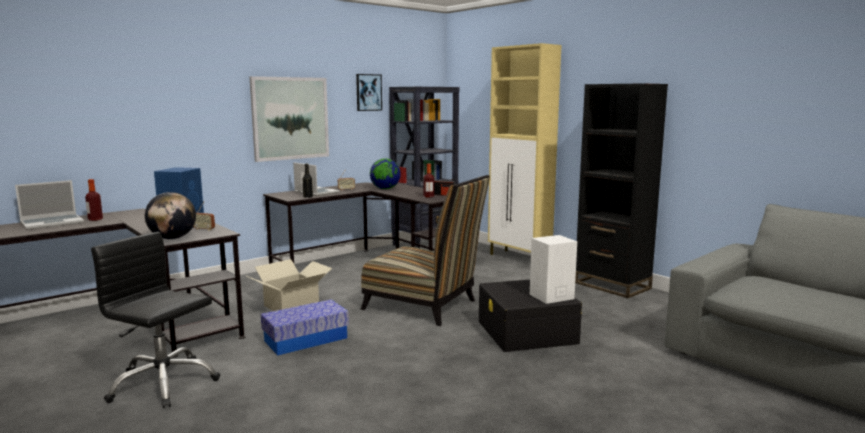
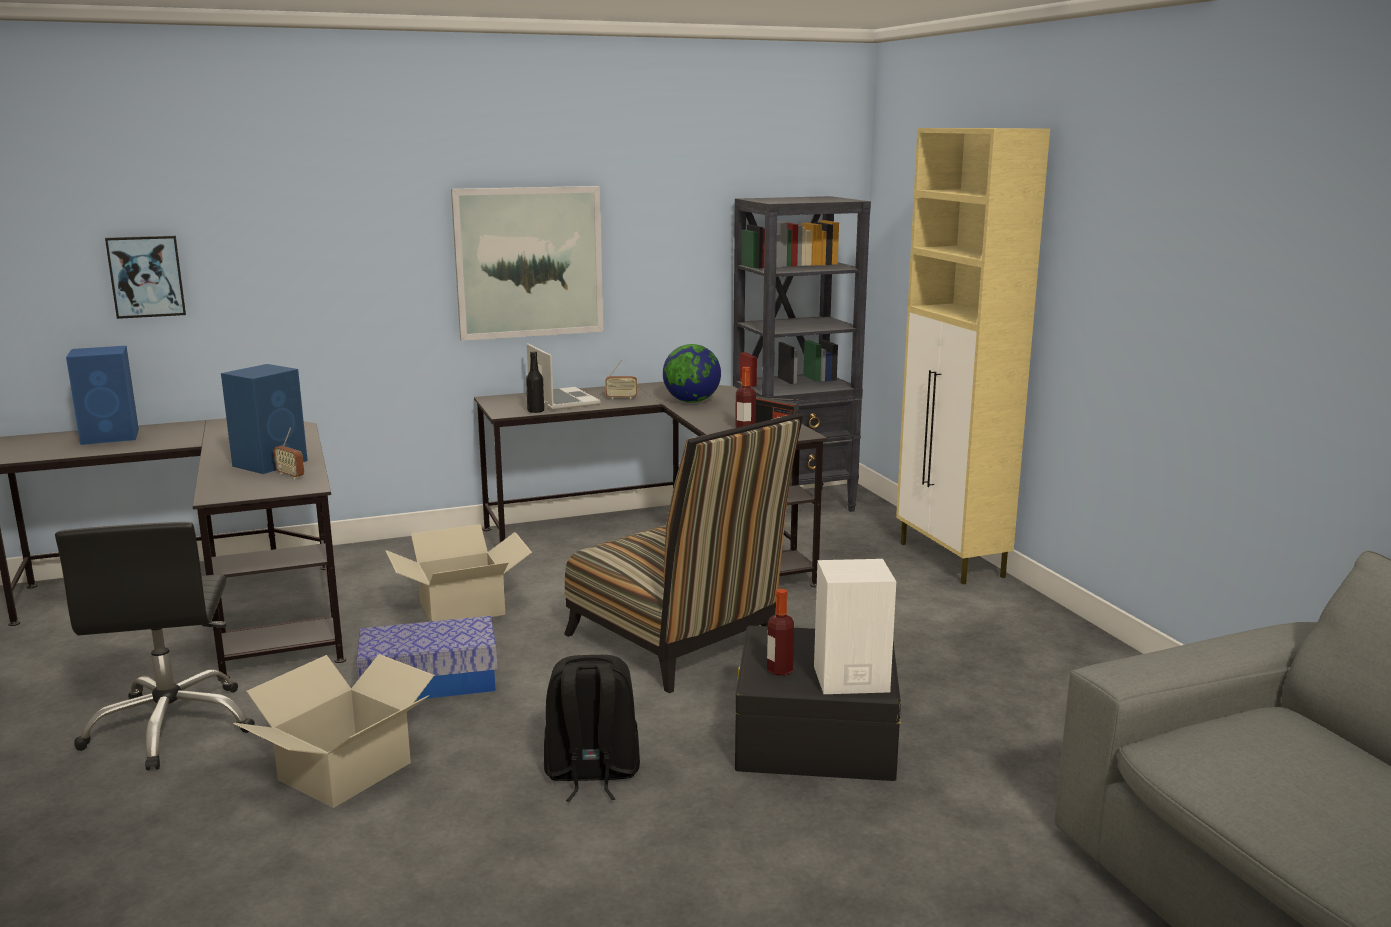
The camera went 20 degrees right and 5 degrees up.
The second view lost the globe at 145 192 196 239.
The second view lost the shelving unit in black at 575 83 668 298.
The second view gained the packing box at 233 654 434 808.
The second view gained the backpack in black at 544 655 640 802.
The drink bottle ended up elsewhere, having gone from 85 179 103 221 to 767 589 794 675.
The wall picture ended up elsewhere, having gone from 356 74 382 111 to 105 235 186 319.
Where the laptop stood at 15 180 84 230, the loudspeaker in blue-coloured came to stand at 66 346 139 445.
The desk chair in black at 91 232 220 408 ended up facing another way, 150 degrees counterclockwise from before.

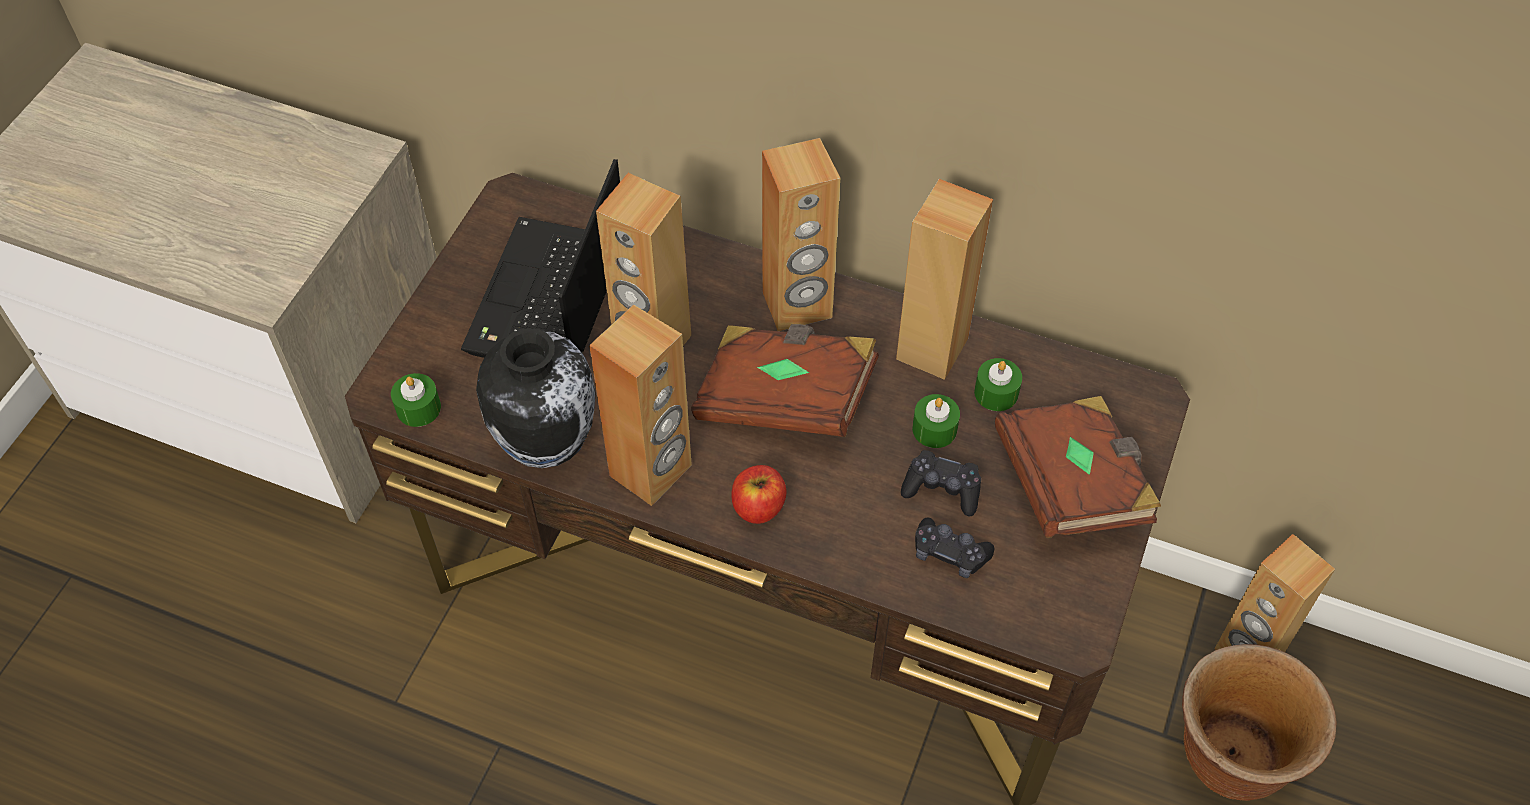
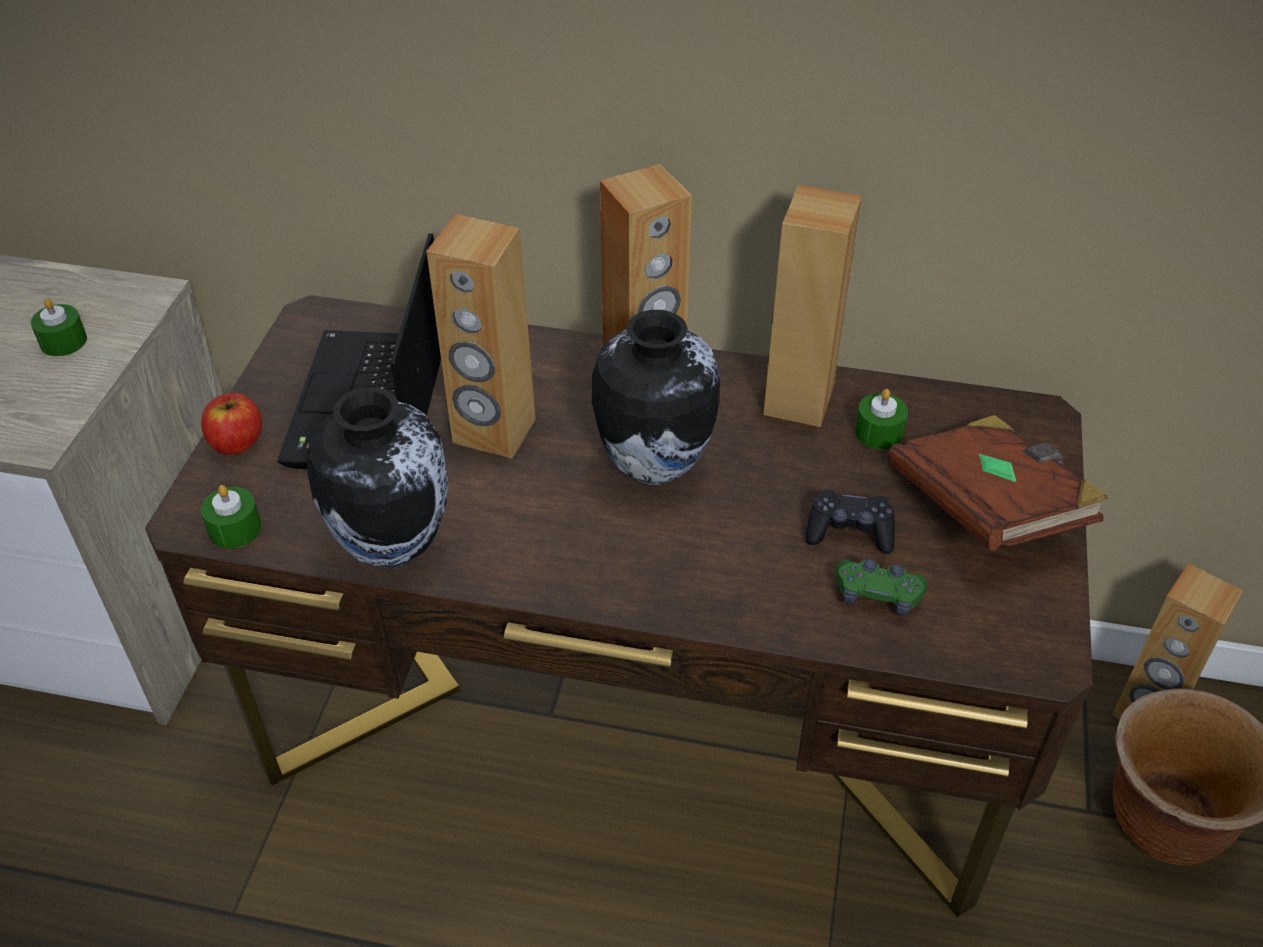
The camera went 10 degrees left and 10 degrees down.
The second view lost the loudspeaker in brown at 589 304 692 506.
The apple ended up elsewhere, having gone from 732 465 787 524 to 201 393 262 455.
The wax light in green ended up elsewhere, having gone from 912 394 960 448 to 31 298 87 356.
Where the volume in brown stood at 691 324 879 437, the vase came to stand at 592 310 720 485.
What was the joypad in black at 915 518 995 578 turned into the joypad in green at 835 559 927 616.

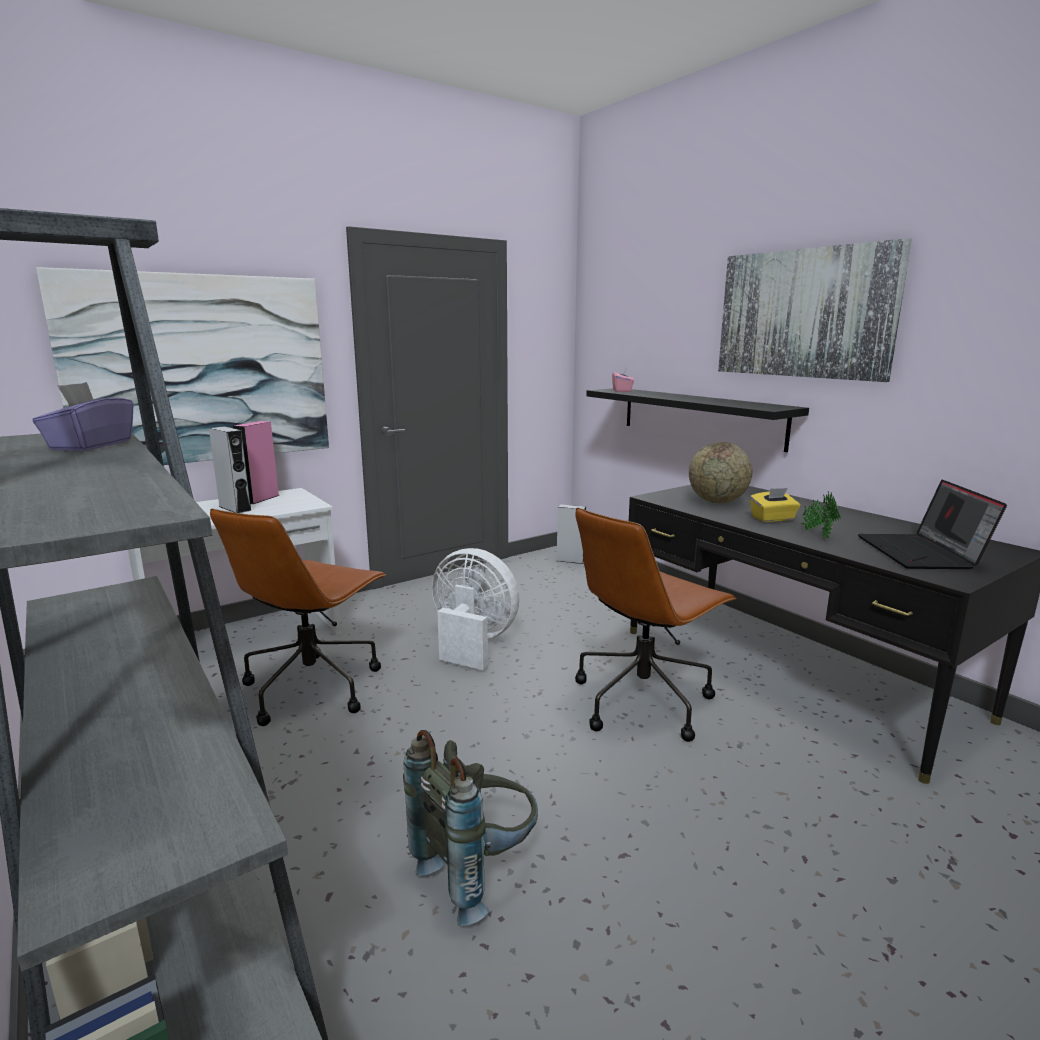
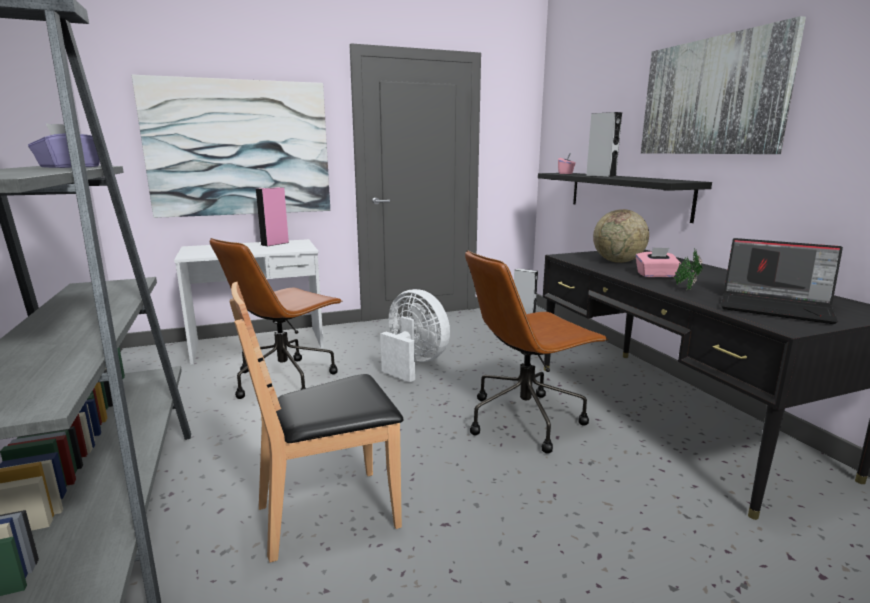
The camera went 15 degrees right and 0 degrees up.
The loudspeaker in greyish ended up elsewhere, having gone from 209 426 252 513 to 586 112 622 177.
Where the backpack in greyish stood at 403 730 538 926, the chair in brown came to stand at 230 282 403 563.
What was the box of tissues in yellow-coloured at 750 488 800 522 turned into the box of tissues in pink-coloured at 636 247 681 277.
The laptop at 858 480 1007 569 ended up facing another way, 75 degrees counterclockwise from before.

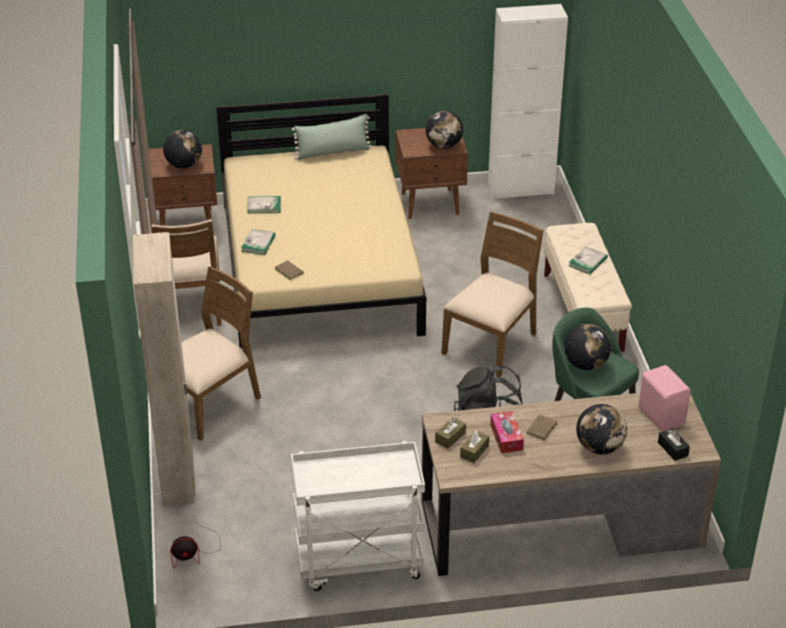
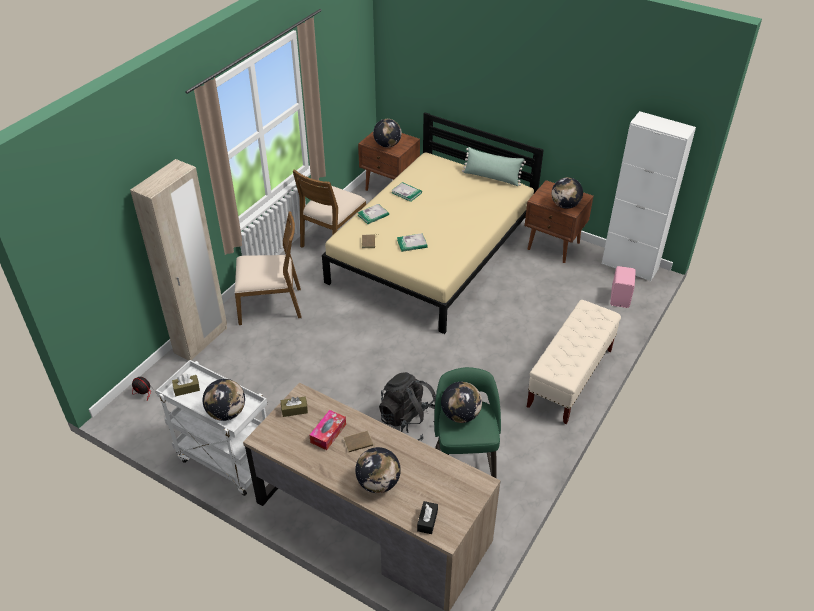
The camera went 40 degrees right and 5 degrees up.
The second view lost the chair in brown at 441 211 543 377.
The second view gained the globe at 203 379 245 421.
The box of tissues in brown ended up elsewhere, having gone from 460 430 489 463 to 172 374 200 396.
The volume ended up elsewhere, having gone from 568 247 608 274 to 397 233 428 252.
The loudspeaker in pink-coloured ended up elsewhere, having gone from 638 365 691 432 to 610 266 636 308.

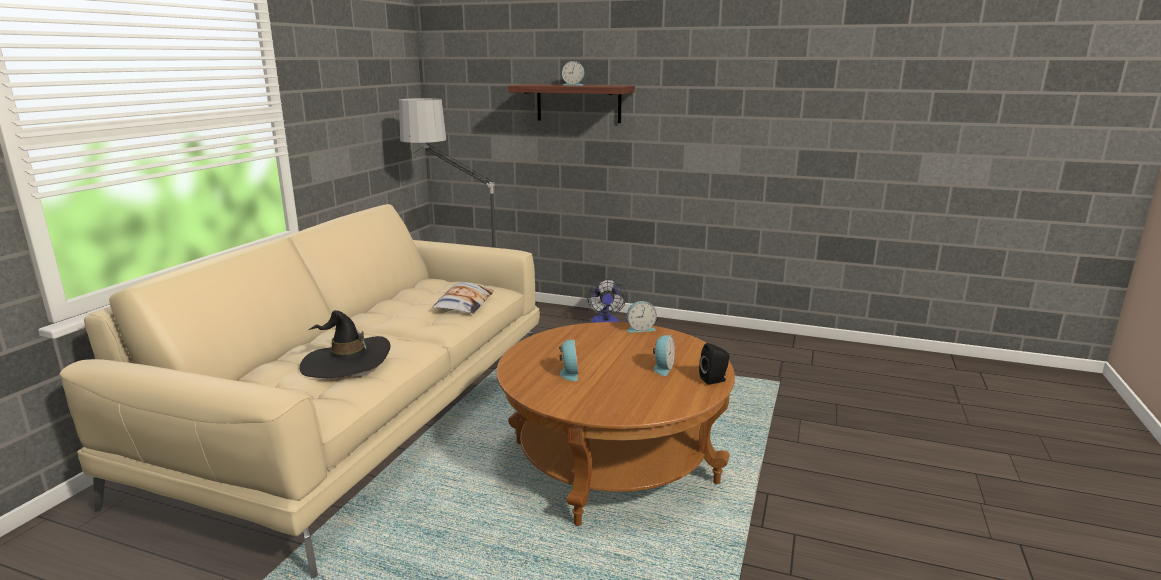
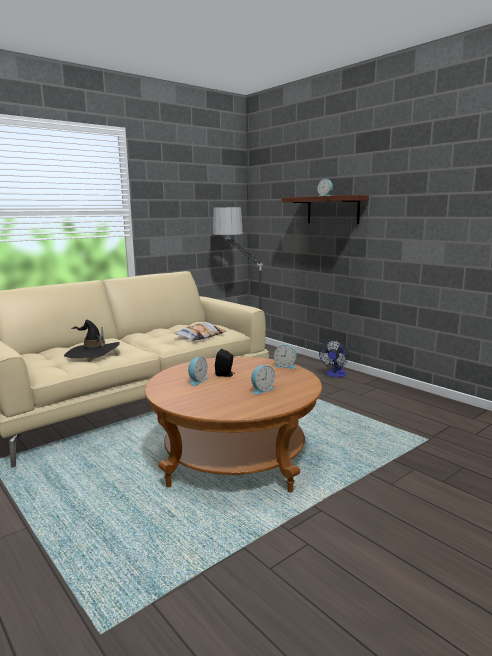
The camera went 30 degrees right and 5 degrees down.
The loudspeaker in black ended up elsewhere, having gone from 699 343 730 385 to 215 349 235 377.

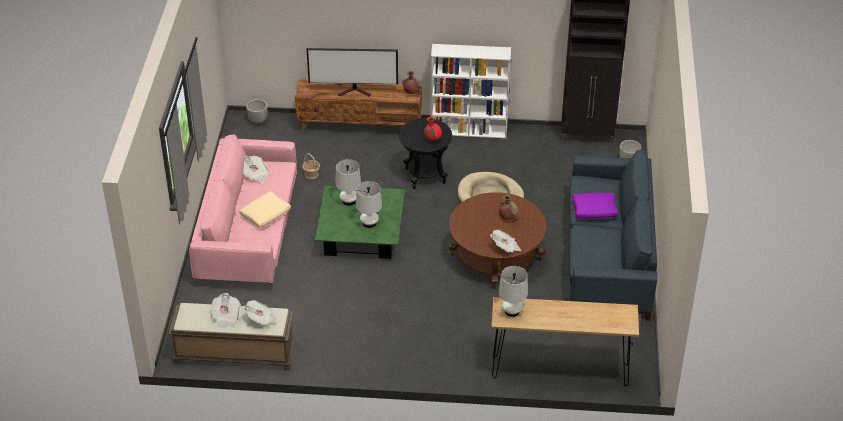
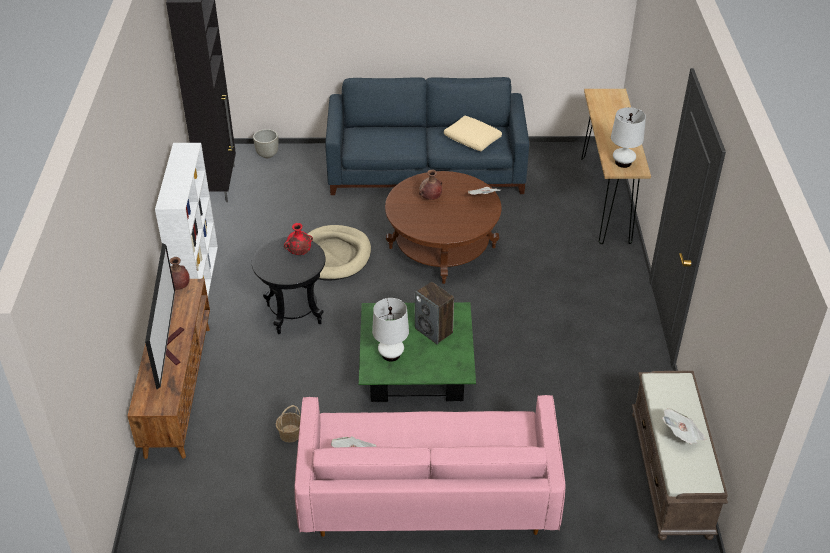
The camera went 95 degrees left and 0 degrees up.
The second view lost the daily paper at 243 300 278 325.
The second view lost the flower pot in greyish at 246 99 267 124.
The second view lost the cushion in purple-coloured at 572 193 618 219.
The cushion in beige-coloured ended up elsewhere, having gone from 239 192 291 228 to 444 116 502 151.
Where the lamp for a table in white stood at 356 181 382 228, the loudspeaker came to stand at 415 282 454 344.

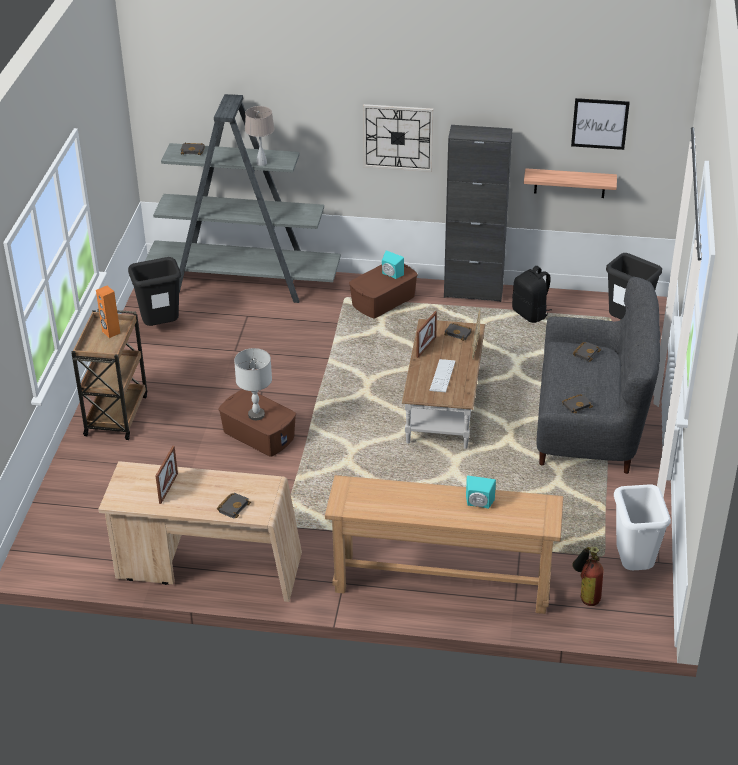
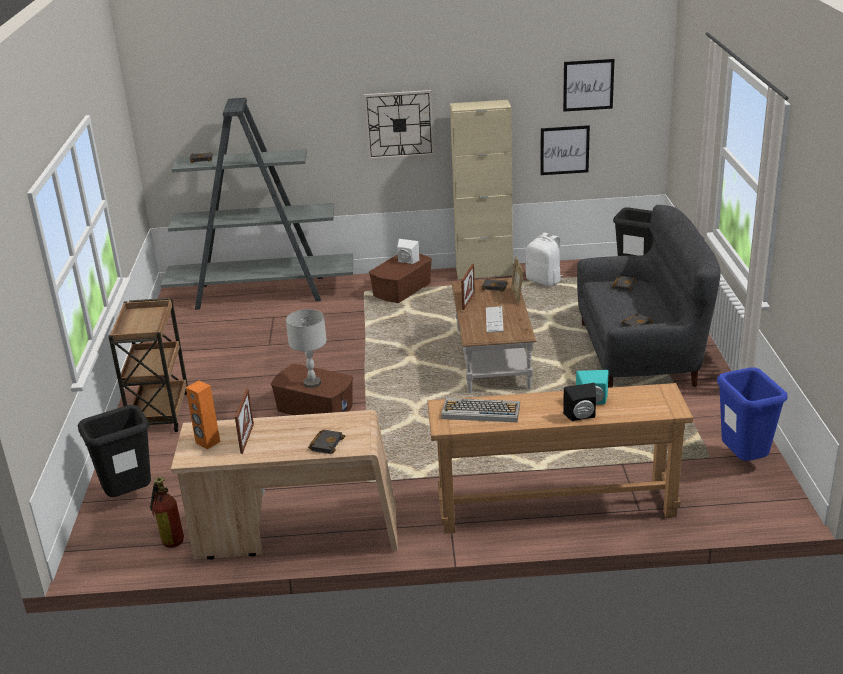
The camera went 10 degrees left and 10 degrees down.
The second view lost the lamp for a table in beige-coloured at 245 106 275 166.
The second view gained the keyboard at 441 398 520 422.
The second view gained the loudspeaker in black at 563 383 596 421.
The loudspeaker in orange ended up elsewhere, having gone from 96 286 120 338 to 186 380 220 449.
The rubbish bin in black ended up elsewhere, having gone from 128 257 181 326 to 78 405 151 497.
The fire extinguisher ended up elsewhere, having gone from 572 546 604 606 to 150 477 184 548.
Where the wall shelf hung at 524 168 617 198, the wall picture came to hang at 540 125 590 175.
What was the loudspeaker in turquoise-coloured at 382 250 404 279 turned into the loudspeaker in white at 397 239 419 264.
What was the cupboard in black at 444 125 512 302 turned into the cupboard in beige-coloured at 450 100 513 280.
What was the backpack in black at 512 266 552 323 turned into the backpack in white at 525 232 563 287.
What was the rubbish bin in white at 614 485 671 570 turned into the rubbish bin in blue-coloured at 717 367 788 461.

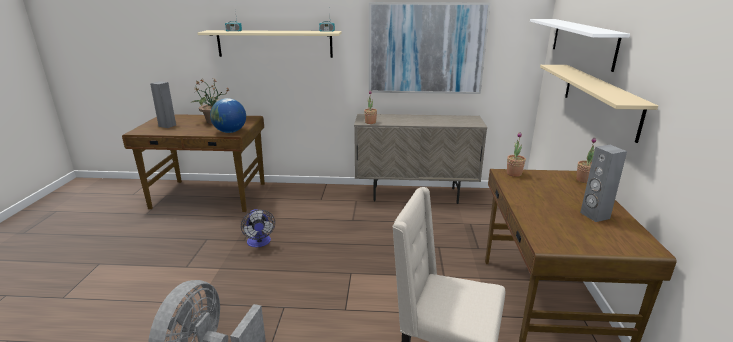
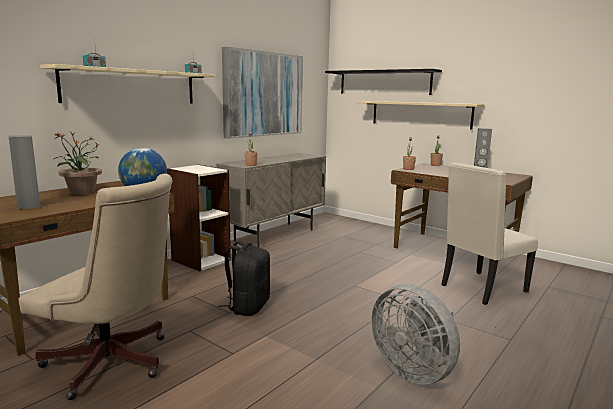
The camera went 55 degrees left and 10 degrees down.
The second view gained the desk chair in beige-coloured at 19 173 173 400.
The second view gained the shelving unit at 167 165 231 271.
Where the electric fan stood at 241 209 275 247, the backpack in black came to stand at 219 241 270 316.
What was the wall shelf in white at 530 19 630 72 turned into the wall shelf in black at 325 69 442 95.

